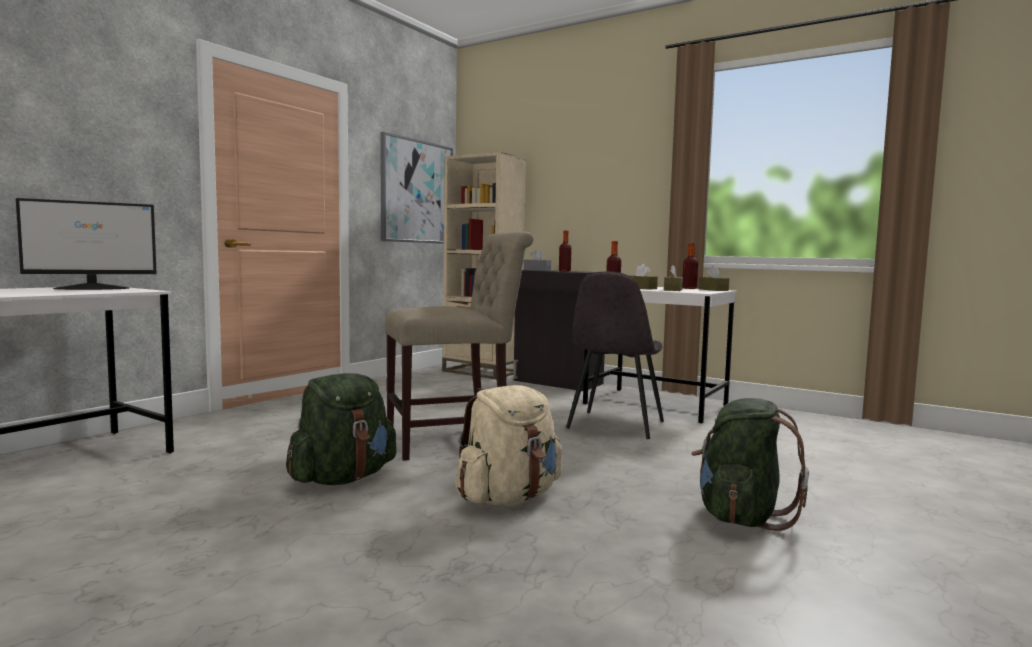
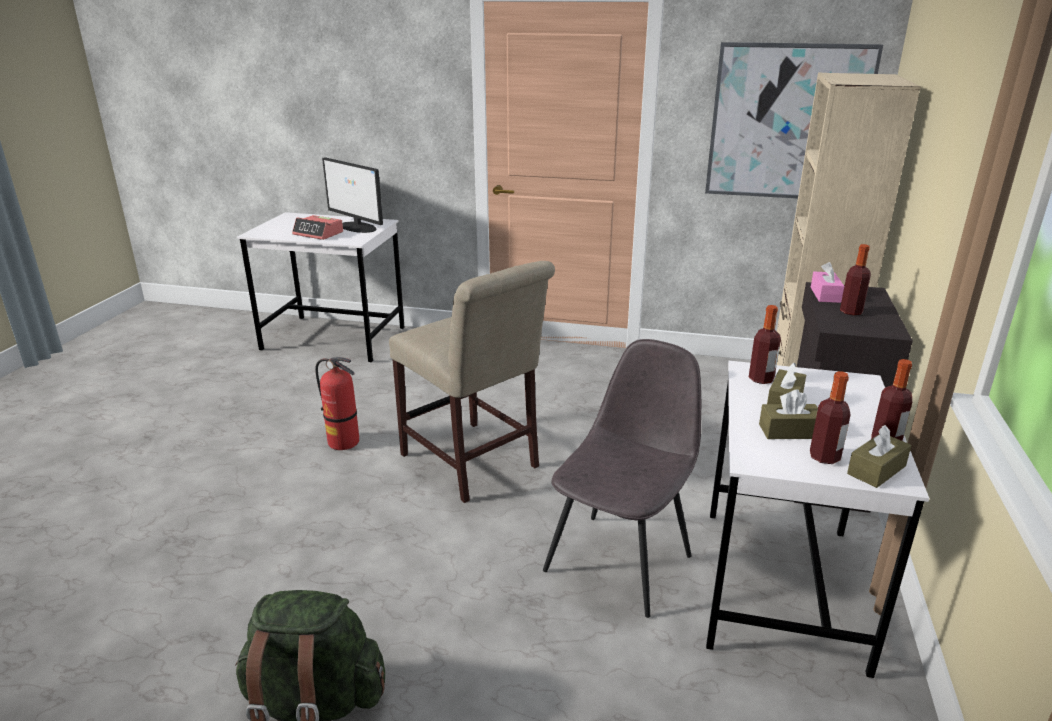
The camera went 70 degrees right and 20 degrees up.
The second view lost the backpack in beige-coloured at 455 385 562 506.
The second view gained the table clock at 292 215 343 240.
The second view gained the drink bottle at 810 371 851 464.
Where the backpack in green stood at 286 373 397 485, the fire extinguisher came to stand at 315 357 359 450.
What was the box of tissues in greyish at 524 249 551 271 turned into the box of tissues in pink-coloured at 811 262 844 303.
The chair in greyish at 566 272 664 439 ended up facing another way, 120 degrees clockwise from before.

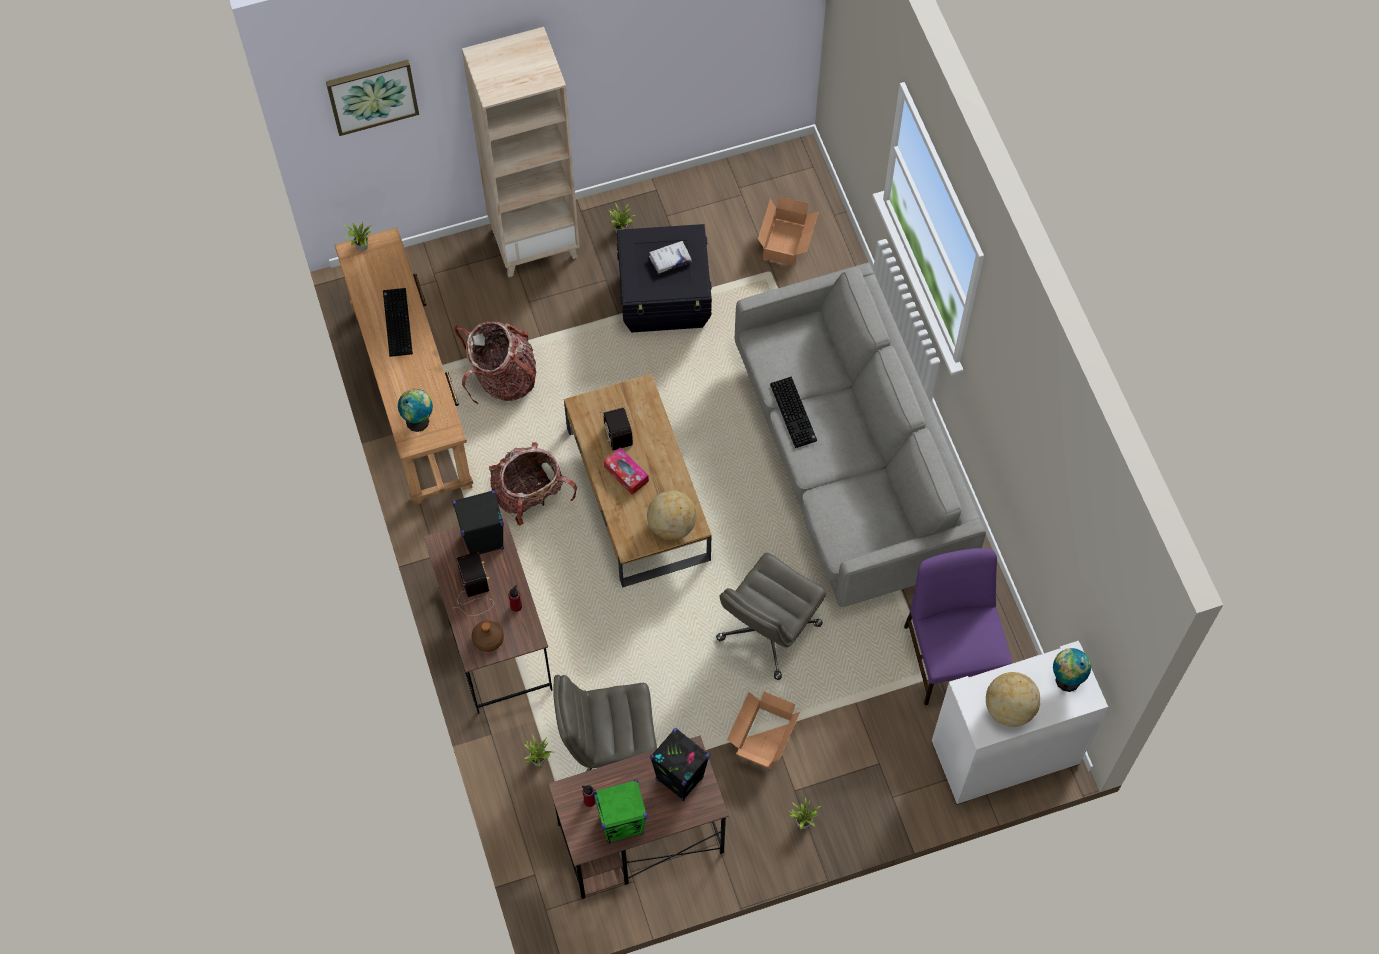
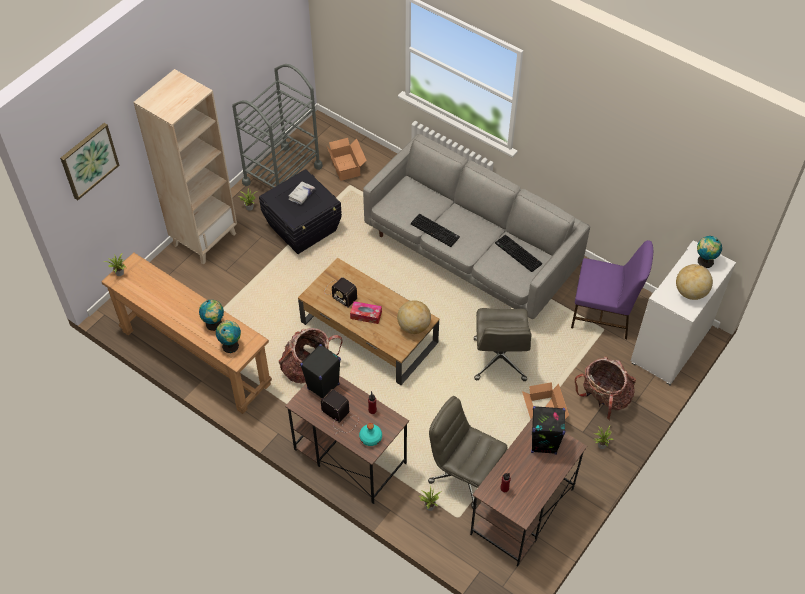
The camera went 35 degrees left and 10 degrees down.
The second view lost the loudspeaker in green at 593 779 647 844.
The second view gained the globe at 199 300 224 331.
The second view gained the trolley in greyish at 232 64 323 188.
The keyboard ended up elsewhere, having gone from 383 288 413 357 to 495 235 542 272.
The backpack ended up elsewhere, having gone from 454 322 536 404 to 575 357 636 421.
What was the drink bottle in brown at 472 620 504 652 turned into the drink bottle in turquoise-coloured at 359 423 382 446.
The desk chair in greyish at 553 675 657 771 ended up facing another way, 75 degrees clockwise from before.
The chair in purple-coloured at 904 548 1012 705 ended up facing another way, 150 degrees clockwise from before.

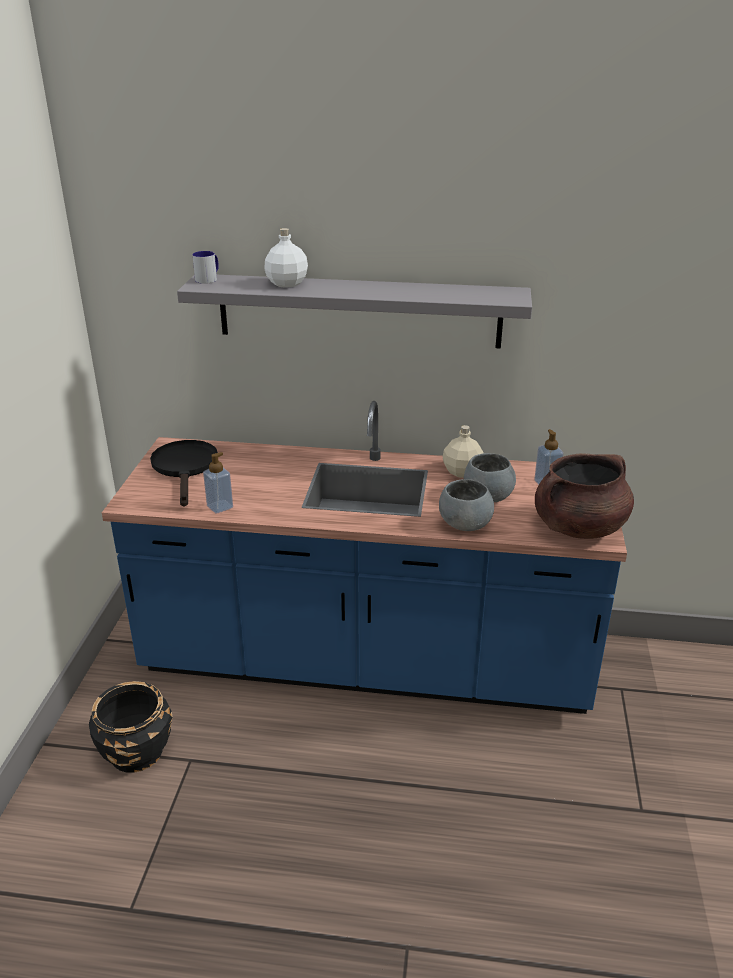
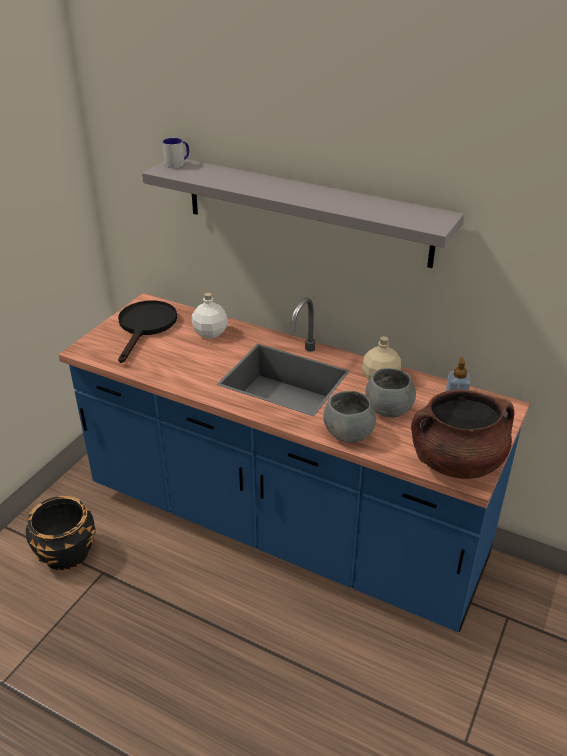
The camera went 20 degrees right and 5 degrees up.
The second view lost the soap dispenser at 203 452 233 514.
The drink bottle in white ended up elsewhere, having gone from 264 228 308 288 to 192 293 228 339.

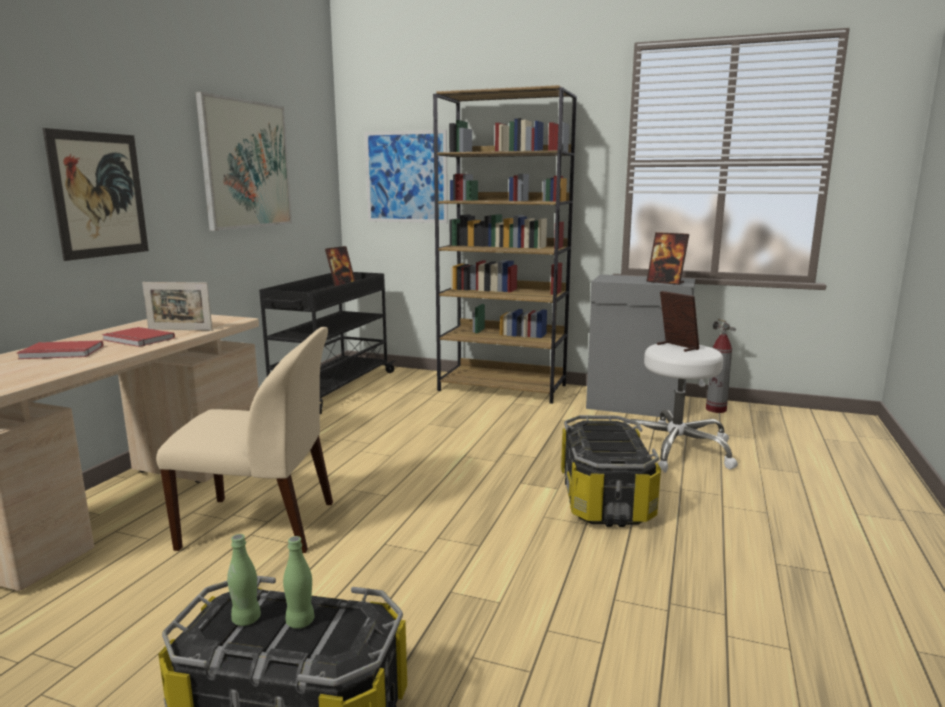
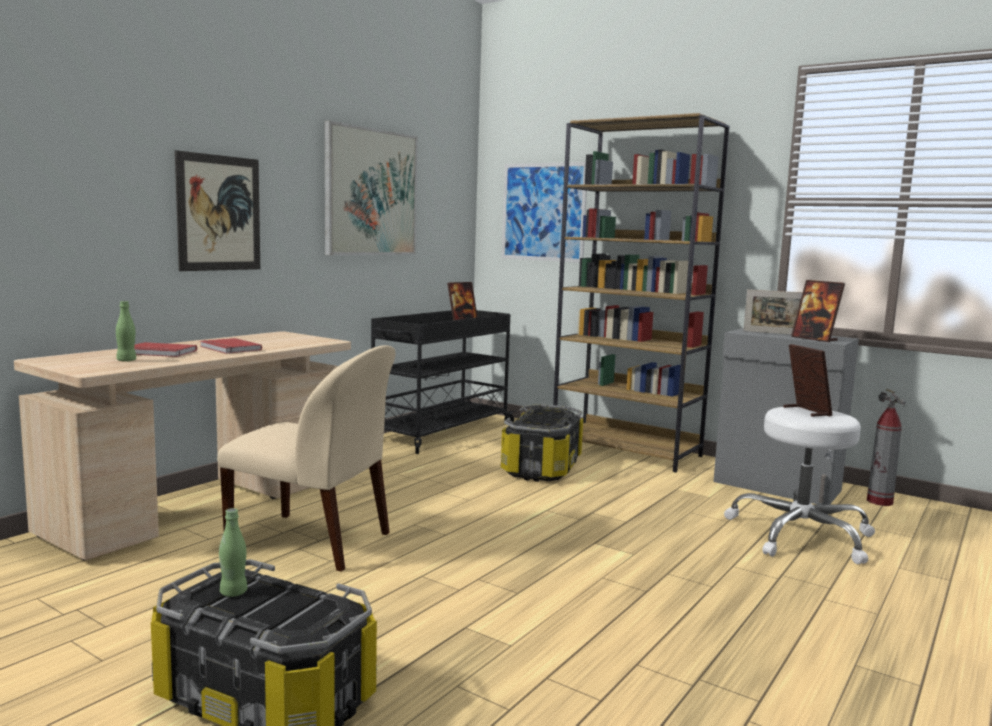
The camera went 15 degrees right and 5 degrees down.
The photo frame ended up elsewhere, having gone from 142 282 212 331 to 743 289 803 335.
The drink bottle in green ended up elsewhere, having gone from 283 536 314 629 to 116 301 136 362.
The storage bin ended up elsewhere, having gone from 561 415 661 527 to 501 404 583 482.

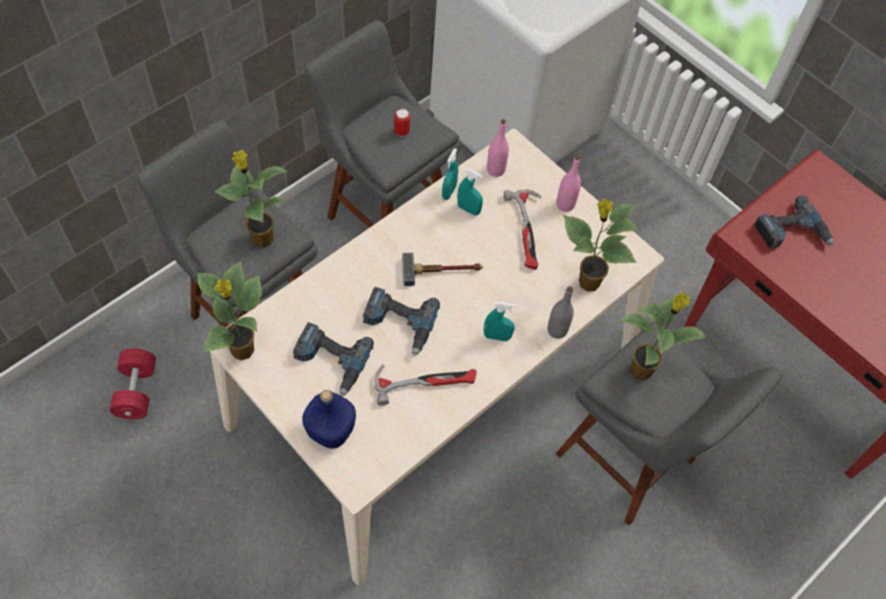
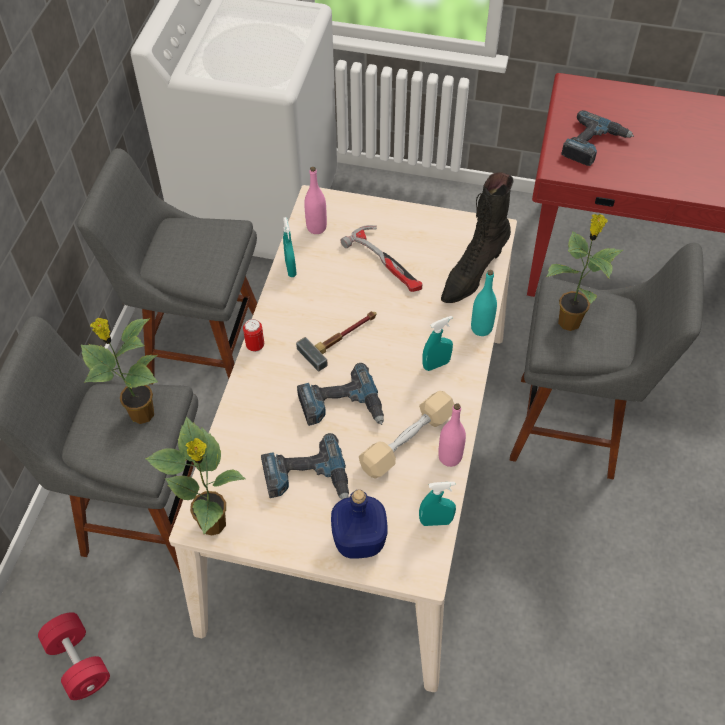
The camera went 30 degrees left and 5 degrees down.
The sealed can ended up elsewhere, having gone from 394 109 410 137 to 243 319 264 352.
The spray bottle in turquoise-coloured ended up elsewhere, having gone from 457 168 483 216 to 419 482 456 526.
The drink bottle in pink-coloured ended up elsewhere, having gone from 556 155 581 212 to 438 403 466 467.
Where the tool hammer stood at 374 365 477 406, the hand weight in beige-coloured came to stand at 359 391 454 479.
Where the potted plant stood at 564 199 639 292, the boot in black came to stand at 441 172 514 303.
What was the drink bottle in greyish at 547 286 574 339 turned into the drink bottle in turquoise-coloured at 471 270 497 336.

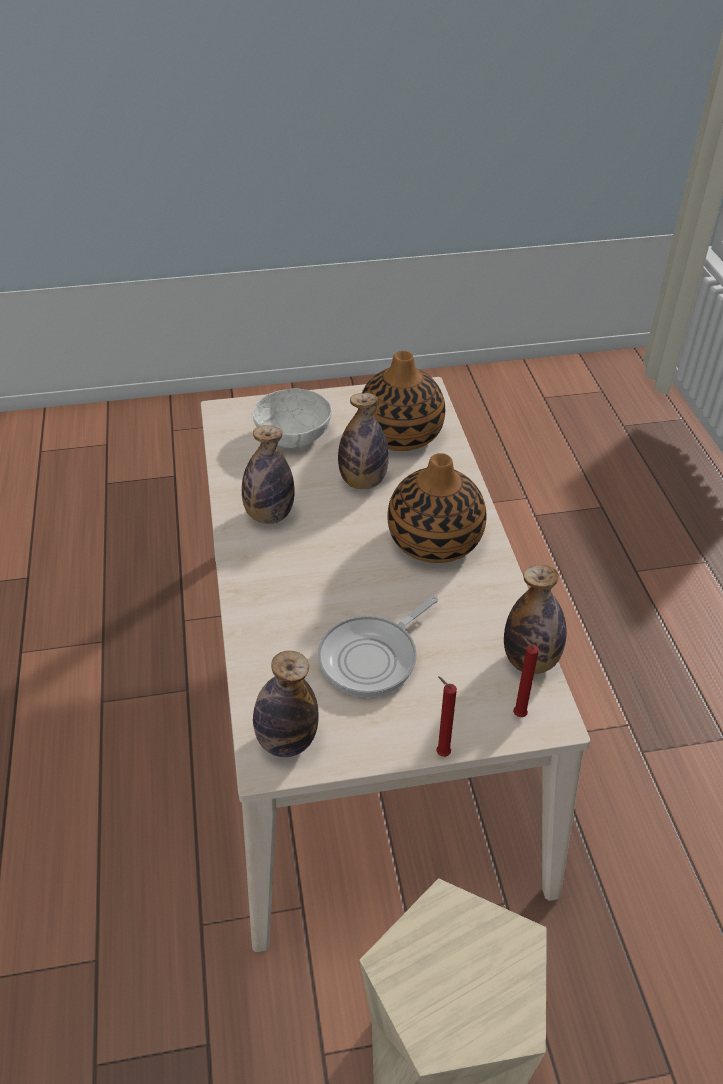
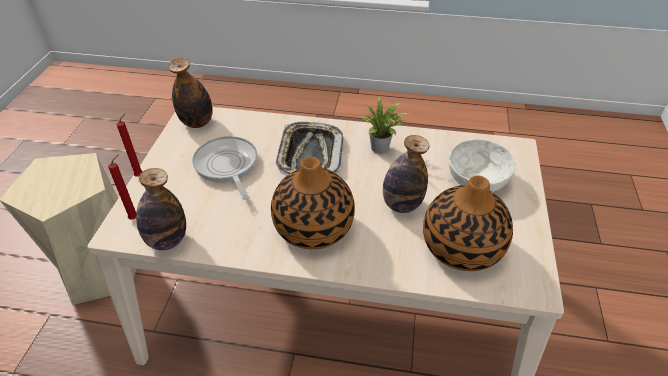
The camera went 110 degrees right and 0 degrees up.
The second view gained the tray at 276 121 343 176.
Where the drink bottle stood at 242 425 295 524, the potted plant came to stand at 362 96 409 154.

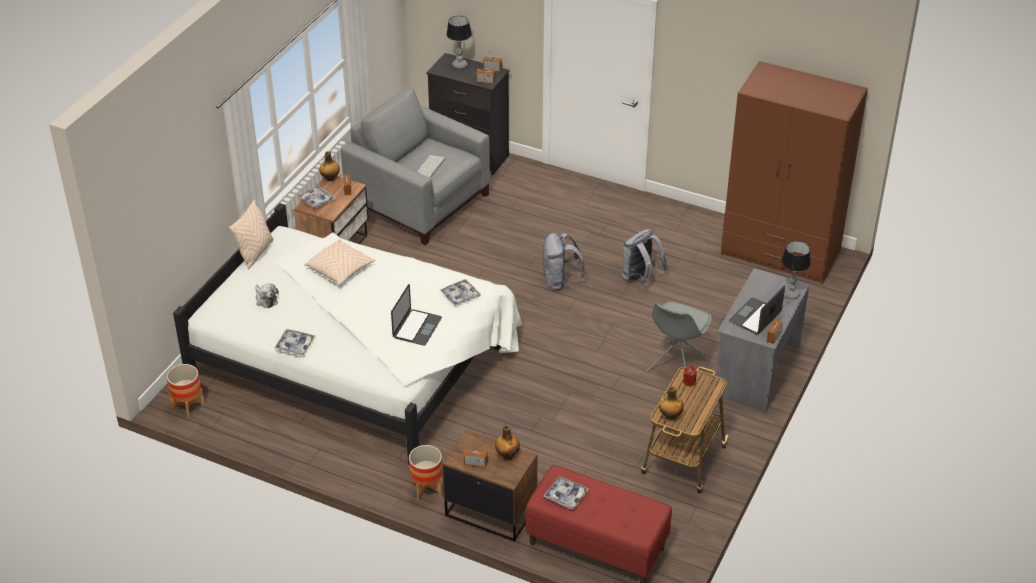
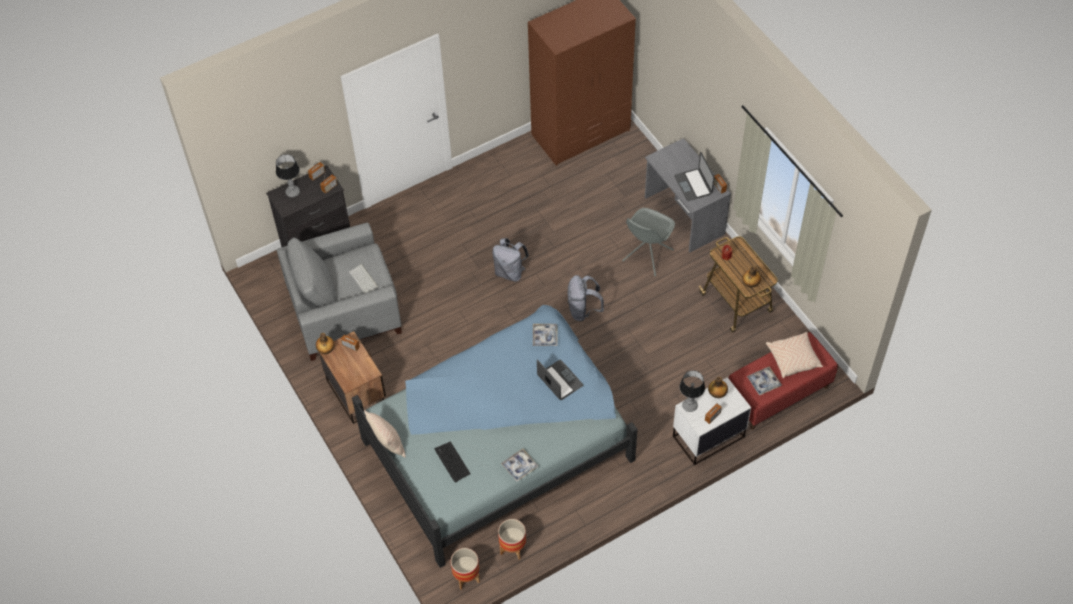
The camera went 55 degrees left and 15 degrees up.
The second view lost the tray at 298 186 335 209.
The cushion in beige-coloured ended up elsewhere, having gone from 304 239 375 285 to 766 332 823 378.
The flower pot ended up elsewhere, having gone from 409 445 443 501 to 498 519 526 560.
The backpack in greyish ended up elsewhere, having gone from 622 229 667 283 to 568 275 604 321.
The lamp for a table ended up elsewhere, having gone from 781 241 811 299 to 679 370 705 412.
Where the plush toy stood at 256 283 279 308, the keyboard came to stand at 434 441 471 483.
What was the sleeping bed in white at 173 203 522 465 turned into the sleeping bed in blue-coloured at 352 305 637 568.
What was the nightstand in brown at 442 429 538 542 turned into the nightstand in white at 673 377 751 465.
The chair in greyish at 646 302 712 372 ended up facing another way, 60 degrees clockwise from before.

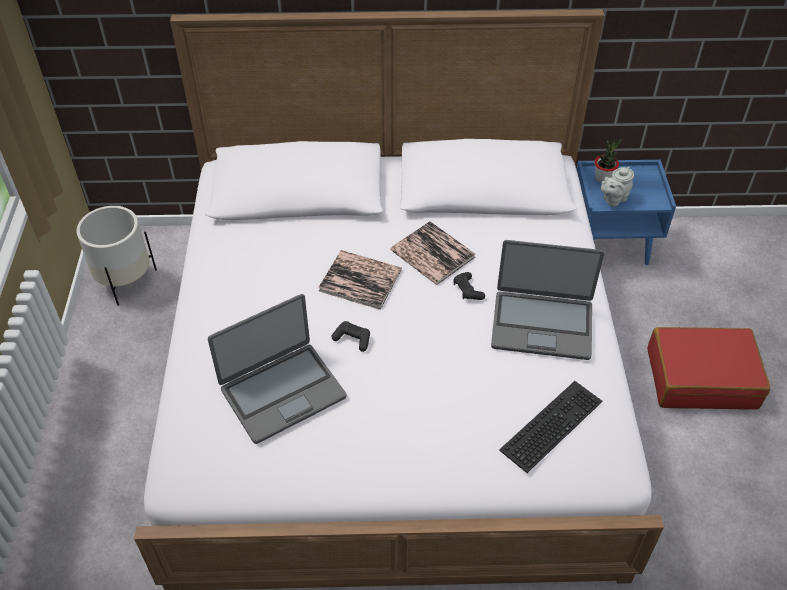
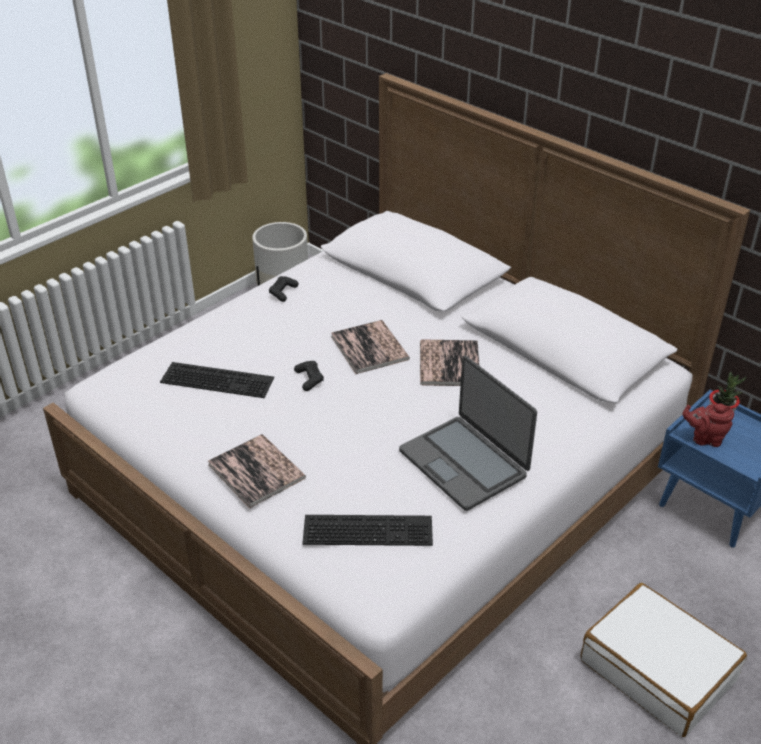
The camera went 45 degrees right and 10 degrees down.
The second view gained the volume at 208 434 306 509.
The joypad in black ended up elsewhere, having gone from 453 272 485 300 to 269 276 298 302.
Where the laptop stood at 208 294 347 444, the keyboard came to stand at 160 362 274 398.
What was the tea pot in greyish at 601 167 634 207 turned into the tea pot in red-coloured at 683 403 734 447.
What was the piece of luggage in red-coloured at 647 327 770 410 turned into the piece of luggage in white at 580 583 747 737.

